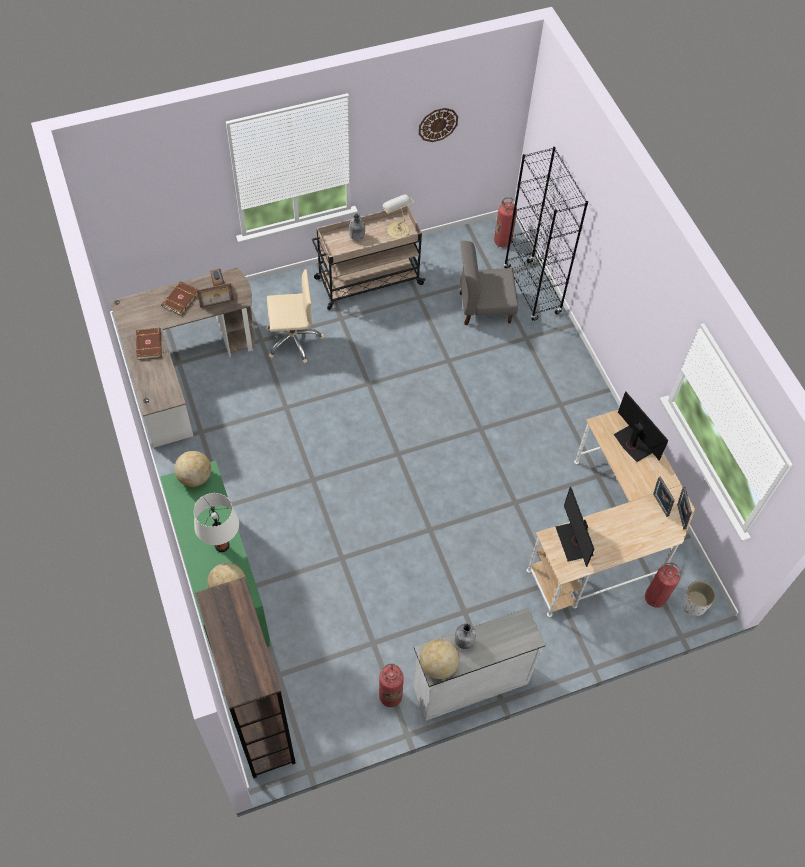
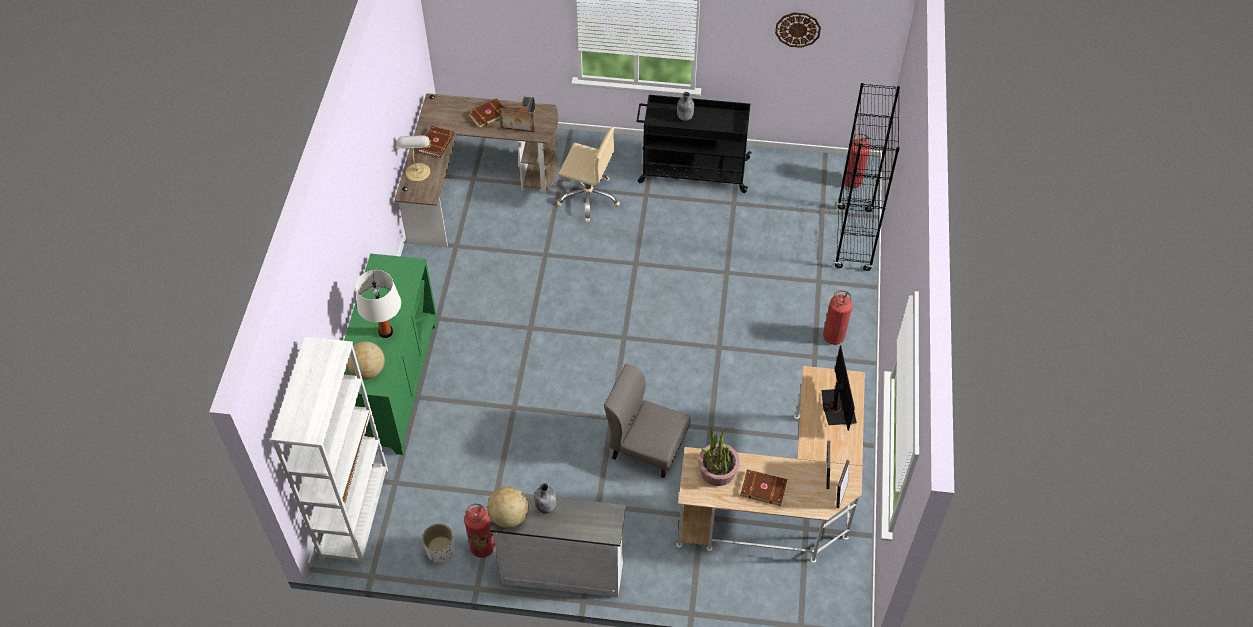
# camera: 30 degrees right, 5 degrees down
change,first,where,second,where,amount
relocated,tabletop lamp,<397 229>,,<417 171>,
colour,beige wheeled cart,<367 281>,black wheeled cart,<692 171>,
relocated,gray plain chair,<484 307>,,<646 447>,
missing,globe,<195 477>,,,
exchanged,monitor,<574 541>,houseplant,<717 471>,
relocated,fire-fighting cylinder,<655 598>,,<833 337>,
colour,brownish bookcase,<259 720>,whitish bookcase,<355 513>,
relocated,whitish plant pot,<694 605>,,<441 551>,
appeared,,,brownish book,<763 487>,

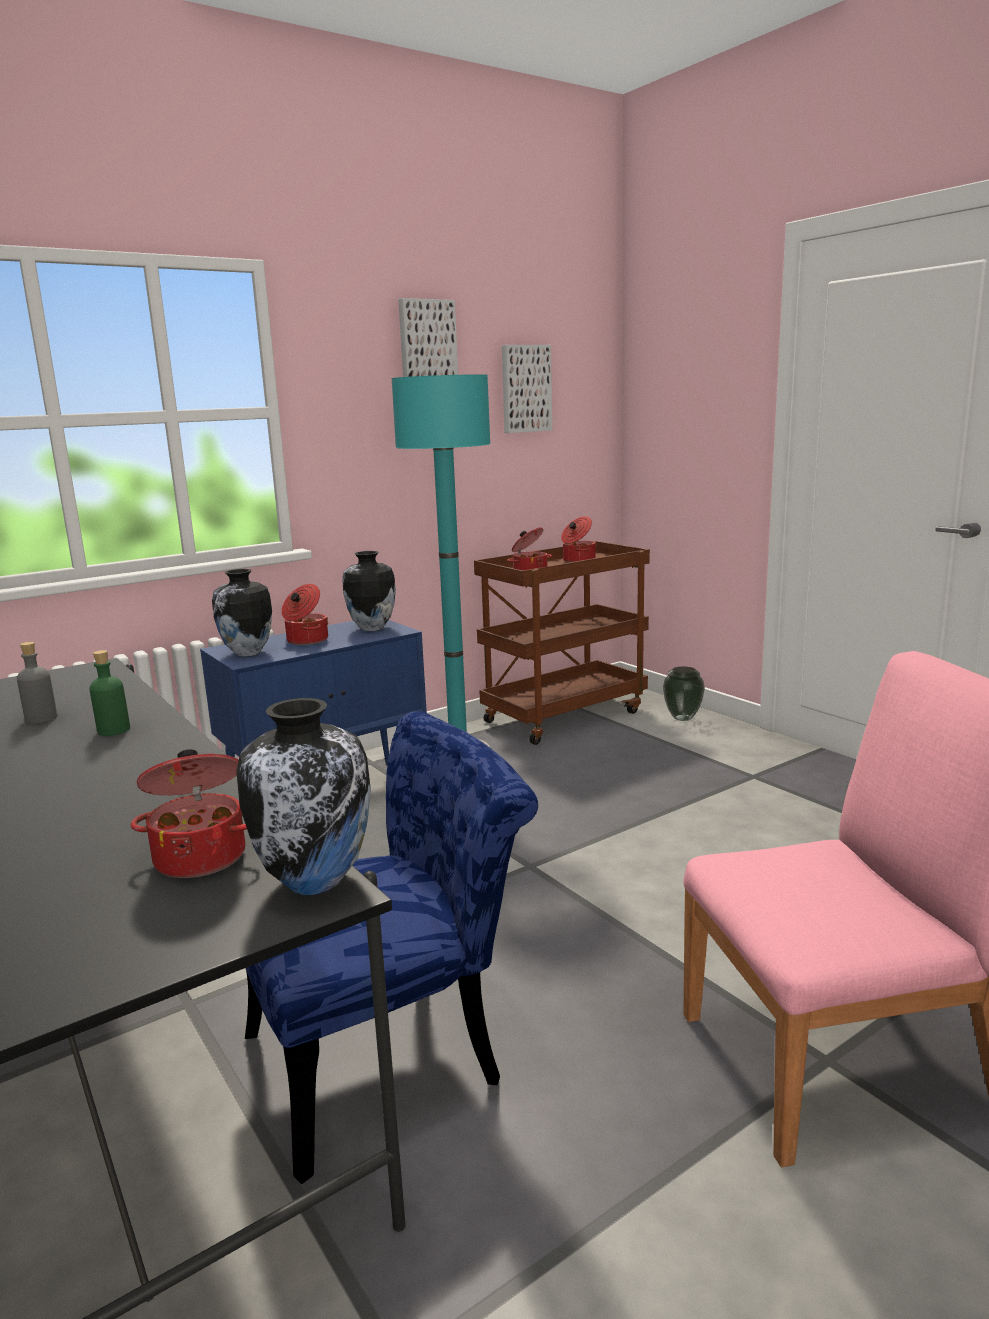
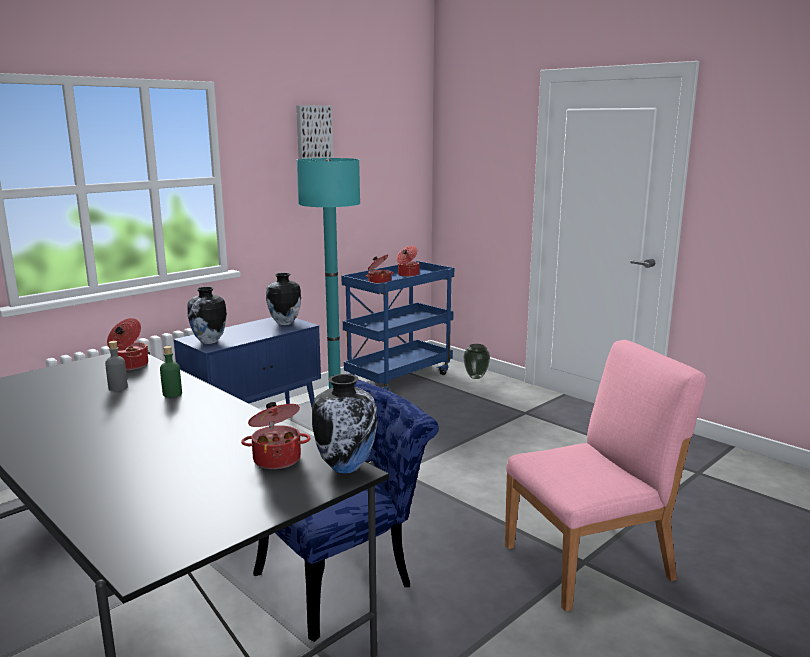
# camera: 10 degrees left, 0 degrees up
change,first,where,second,where,amount
missing,wall art,<525 389>,,,
colour,brownish wheeled cart,<564 716>,blue-coloured wheeled cart,<399 377>,
relocated,saucepot,<306 640>,,<129 365>,

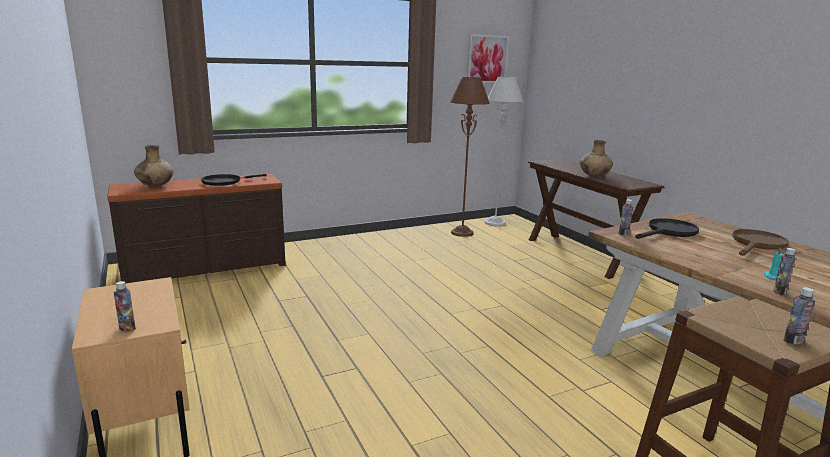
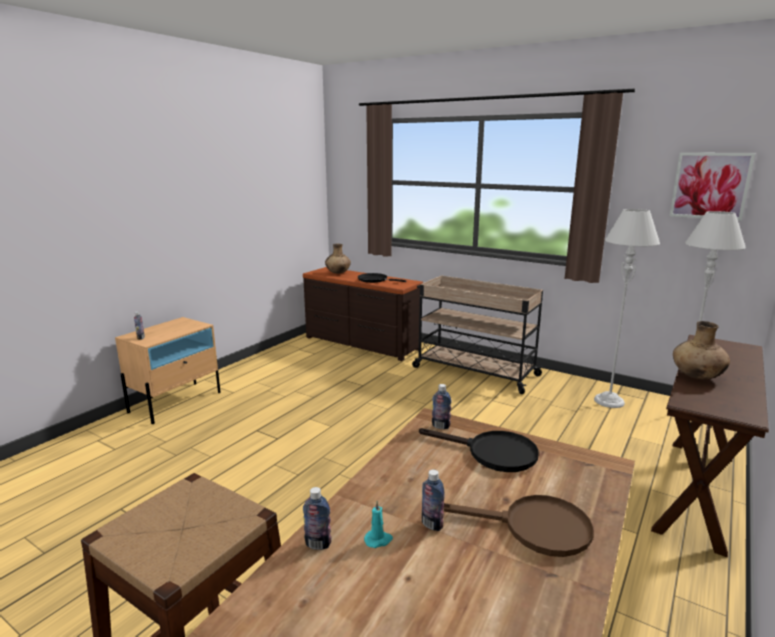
# camera: 60 degrees right, 0 degrees up
change,first,where,second,where,amount
colour,brownish standing lamp,<462 232>,gray standing lamp,<609 401>,
relocated,bottle,<793 340>,,<432 524>,
appeared,,,beige wheeled cart,<473 371>,

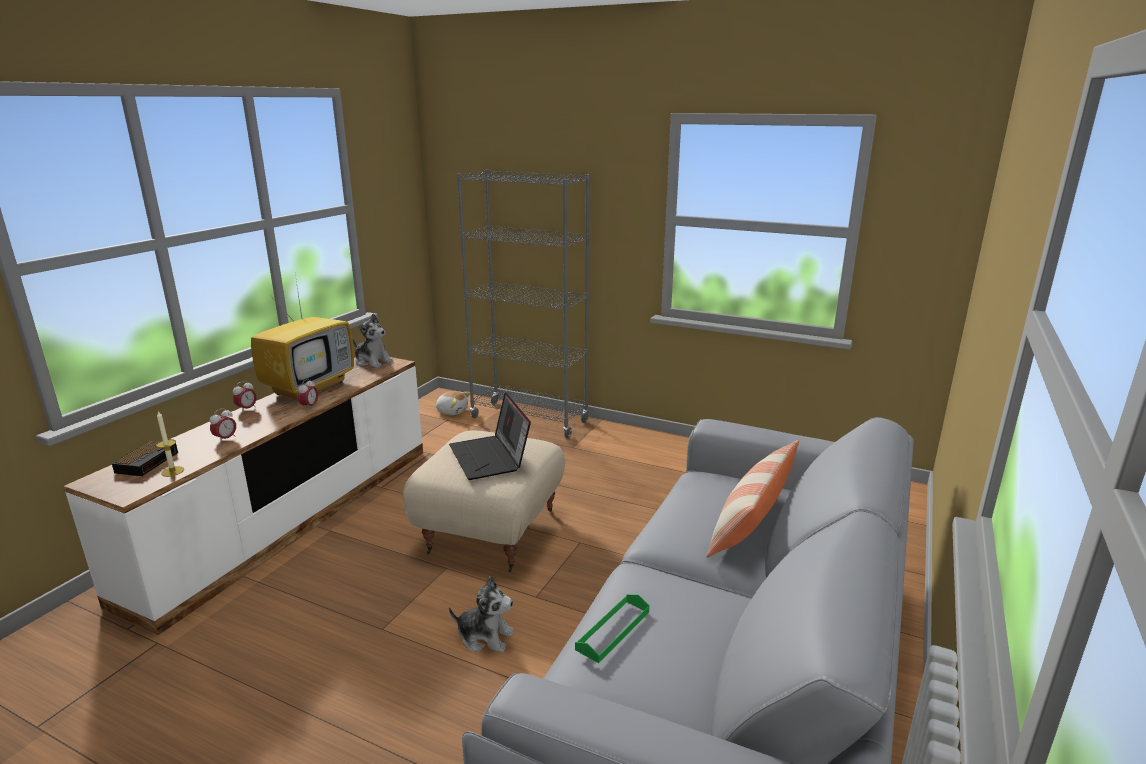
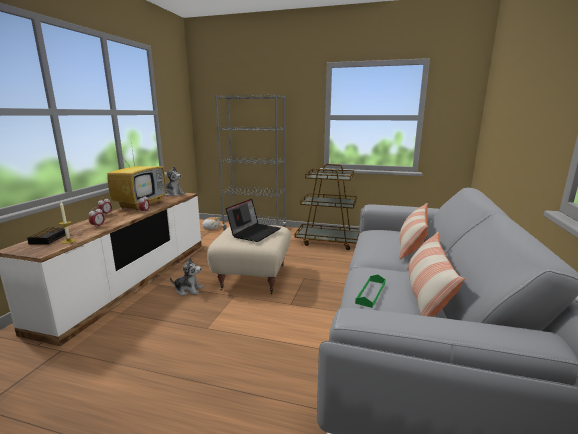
# camera: 10 degrees left, 5 degrees down
change,first,where,second,where,amount
spun,notebook computer,<490 458>,,<254 232>,120 degrees counterclockwise
relocated,soft toy,<485 637>,,<188 290>,
appeared,,,brownish wheeled cart,<328 241>,
appeared,,,throw pillow,<426 294>,

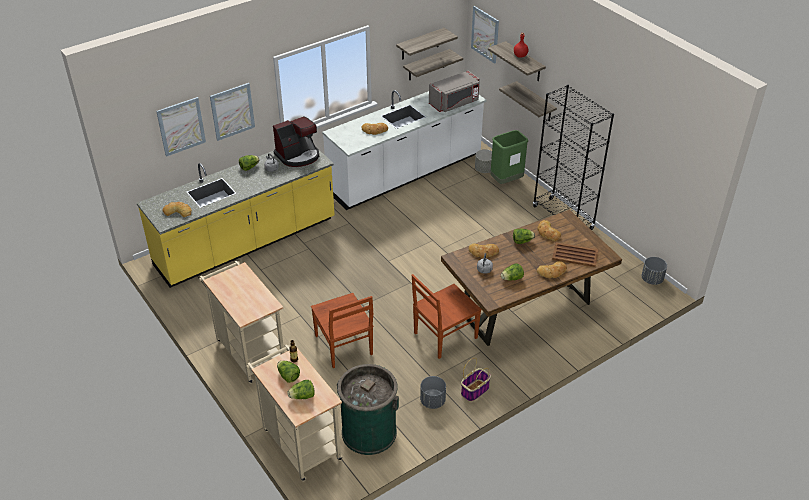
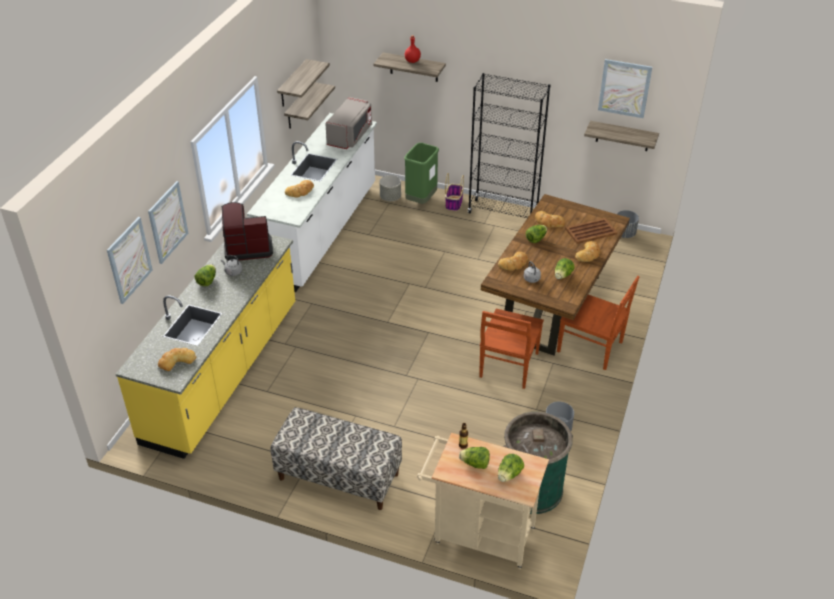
# camera: 35 degrees left, 0 degrees up
change,first,where,second,where,amount
relocated,wall art,<485 34>,,<624 88>,
relocated,bracket shelf,<535 102>,,<622 136>,
spun,coffee maker,<298 155>,,<248 247>,120 degrees counterclockwise
exchanged,beige wheeled cart,<249 350>,long seat,<338 477>,
relocated,brownish plain chair,<344 346>,,<591 347>,
relocated,basket,<475 390>,,<454 203>,

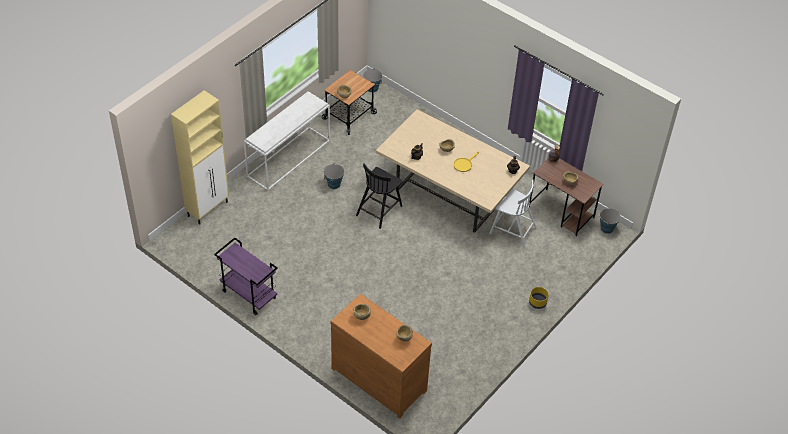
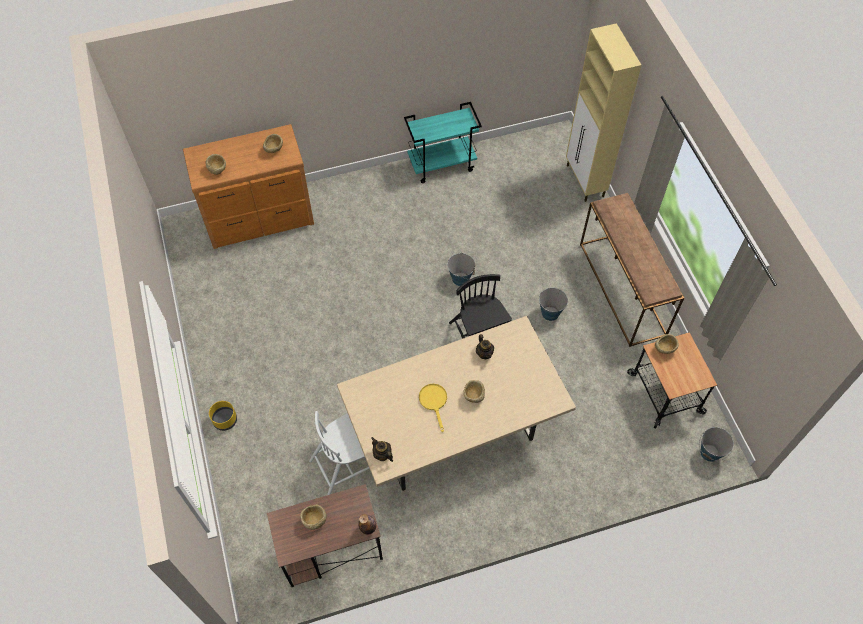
# camera: 125 degrees right, 10 degrees up
change,first,where,second,where,amount
colour,whitish hall table,<289 158>,brownish hall table,<623 289>,
relocated,water bucket,<606 228>,,<460 278>,
colour,purple-coloured wheeled cart,<248 295>,turquoise wheeled cart,<442 164>,

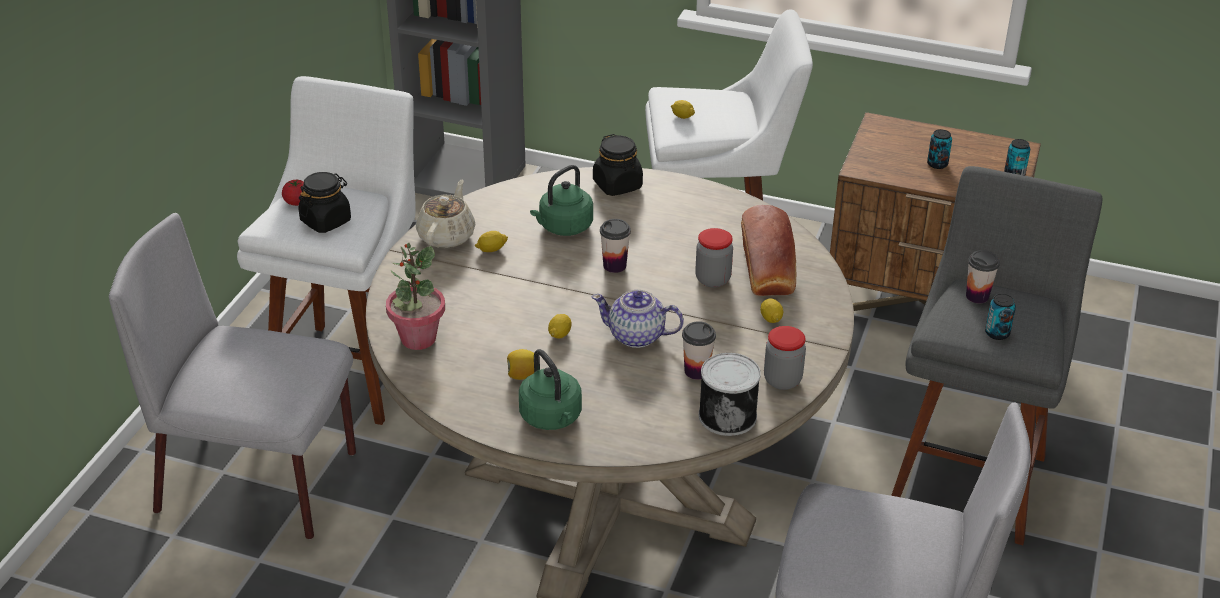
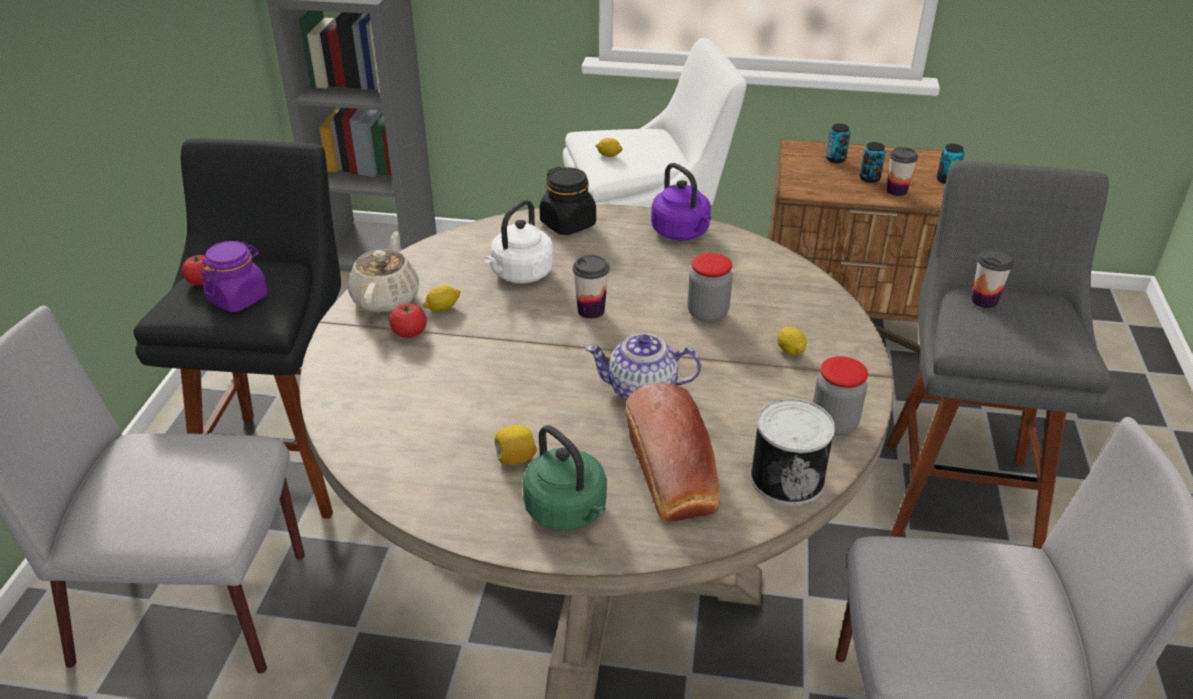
# camera: 10 degrees left, 0 degrees up
change,first,where,second,where,amount
colour,whitish sitting stool,<353 367>,black sitting stool,<290 457>,
colour,green tea kettle,<563 227>,whitish tea kettle,<520 274>,
colour,black storage jar,<326 221>,purple-coloured storage jar,<238 298>,
relocated,baked bread,<768 271>,,<673 478>,
missing,houseplant,<418 338>,,,
relocated,sealed can,<997 333>,,<835 159>,
missing,lemon,<560 334>,,,
relocated,cup,<697 371>,,<896 191>,
appeared,,,purple-coloured tea kettle,<682 233>,
appeared,,,tomato,<409 333>,

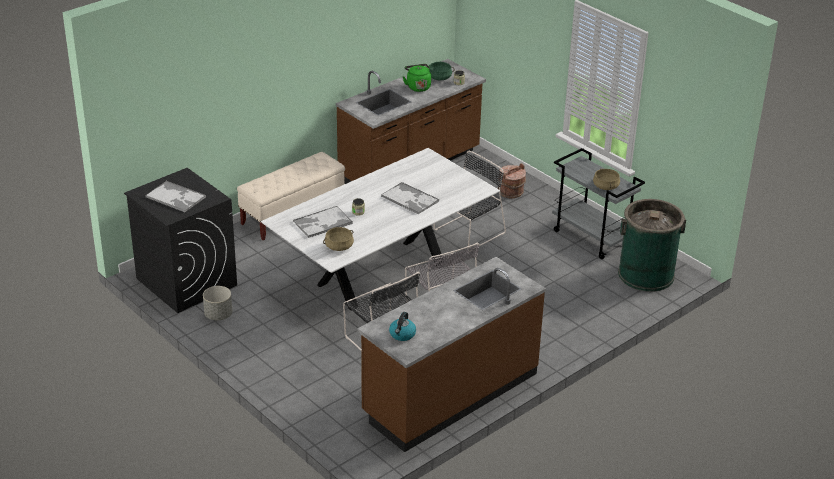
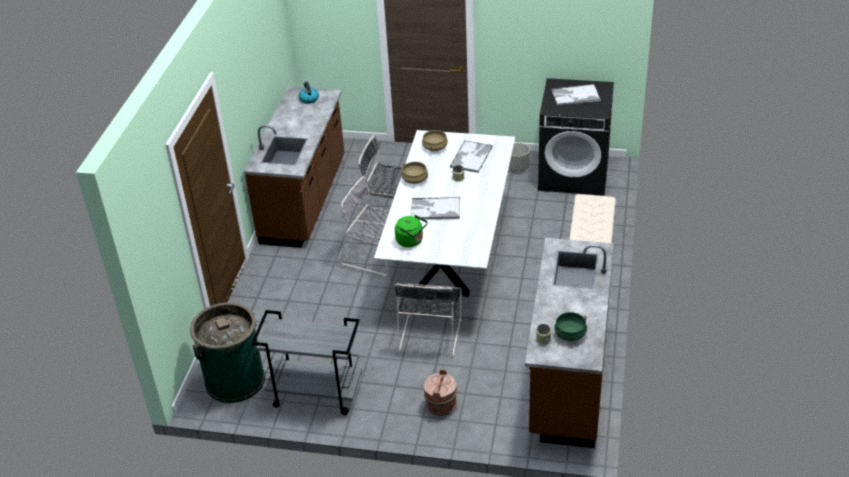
# camera: 145 degrees right, 5 degrees up
change,first,where,second,where,amount
relocated,green tea kettle,<417 87>,,<411 241>,
relocated,beige saucepot,<605 186>,,<415 179>,

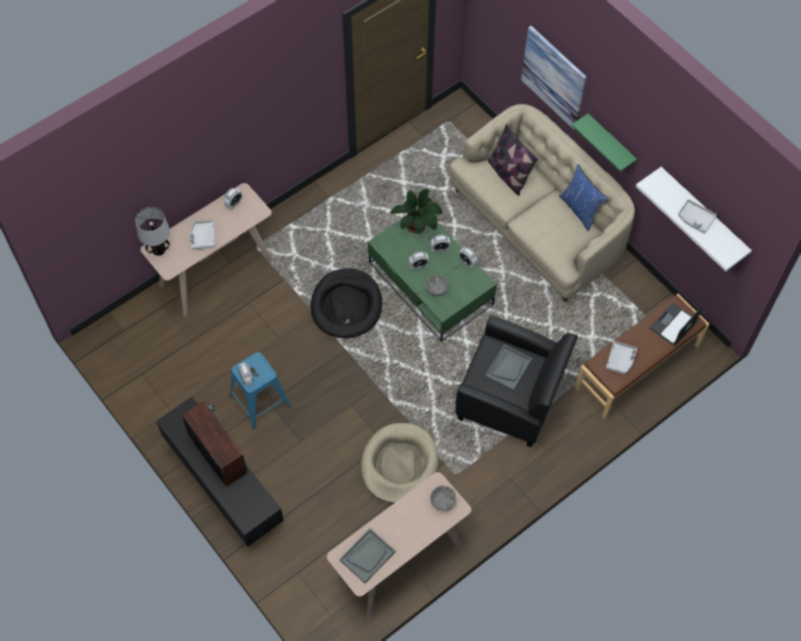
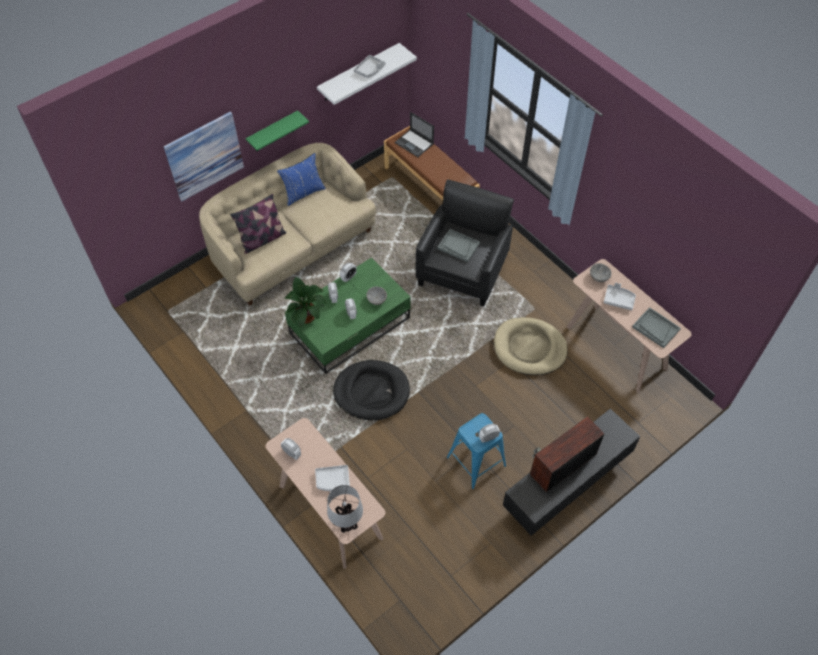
# camera: 90 degrees left, 5 degrees down
change,first,where,second,where,amount
relocated,gray tray,<620 360>,,<618 300>,

